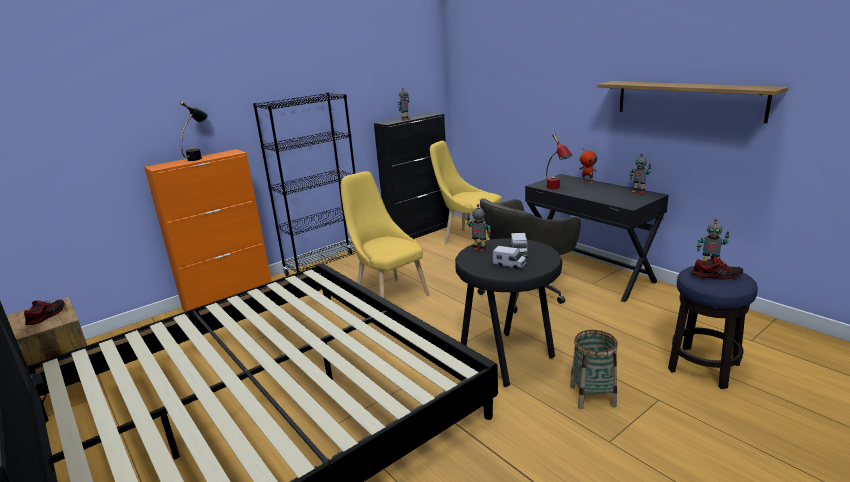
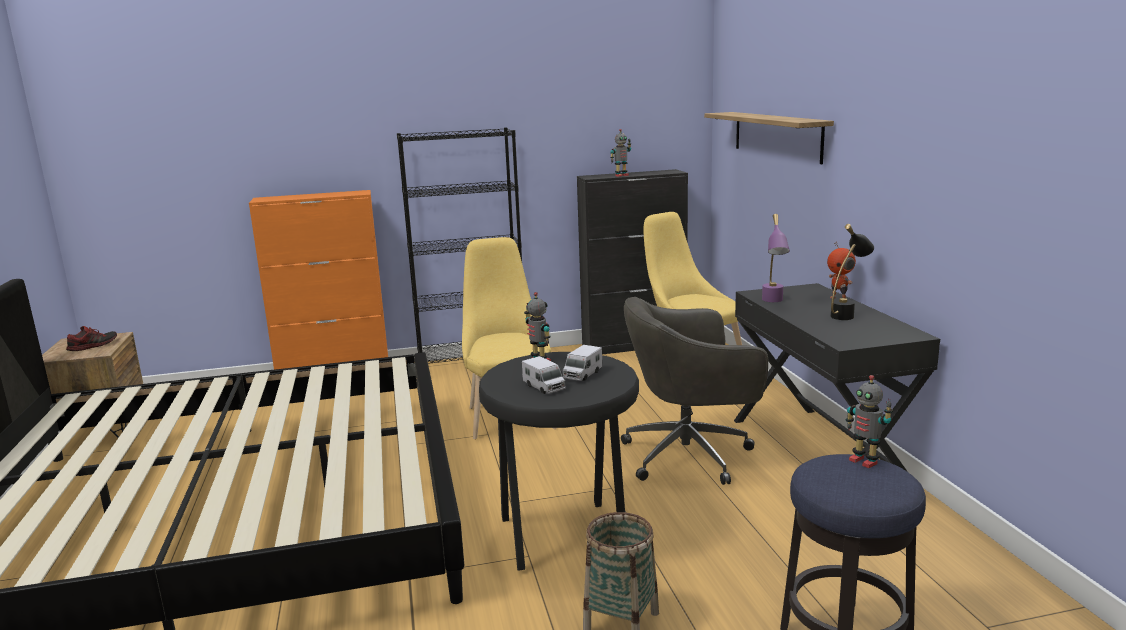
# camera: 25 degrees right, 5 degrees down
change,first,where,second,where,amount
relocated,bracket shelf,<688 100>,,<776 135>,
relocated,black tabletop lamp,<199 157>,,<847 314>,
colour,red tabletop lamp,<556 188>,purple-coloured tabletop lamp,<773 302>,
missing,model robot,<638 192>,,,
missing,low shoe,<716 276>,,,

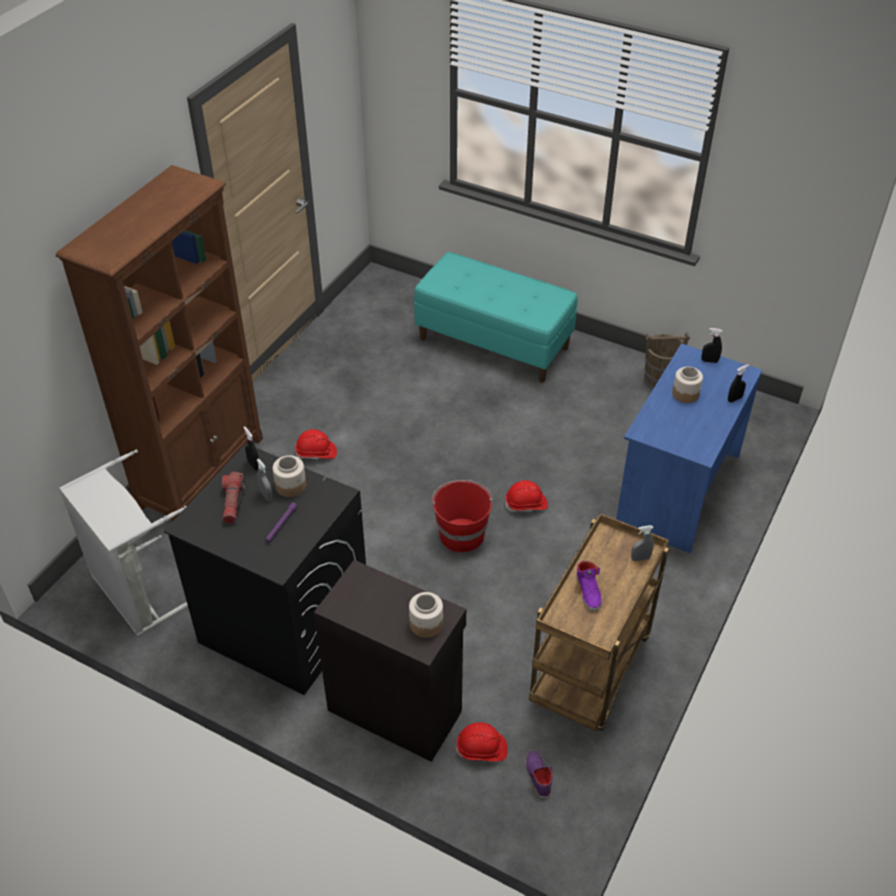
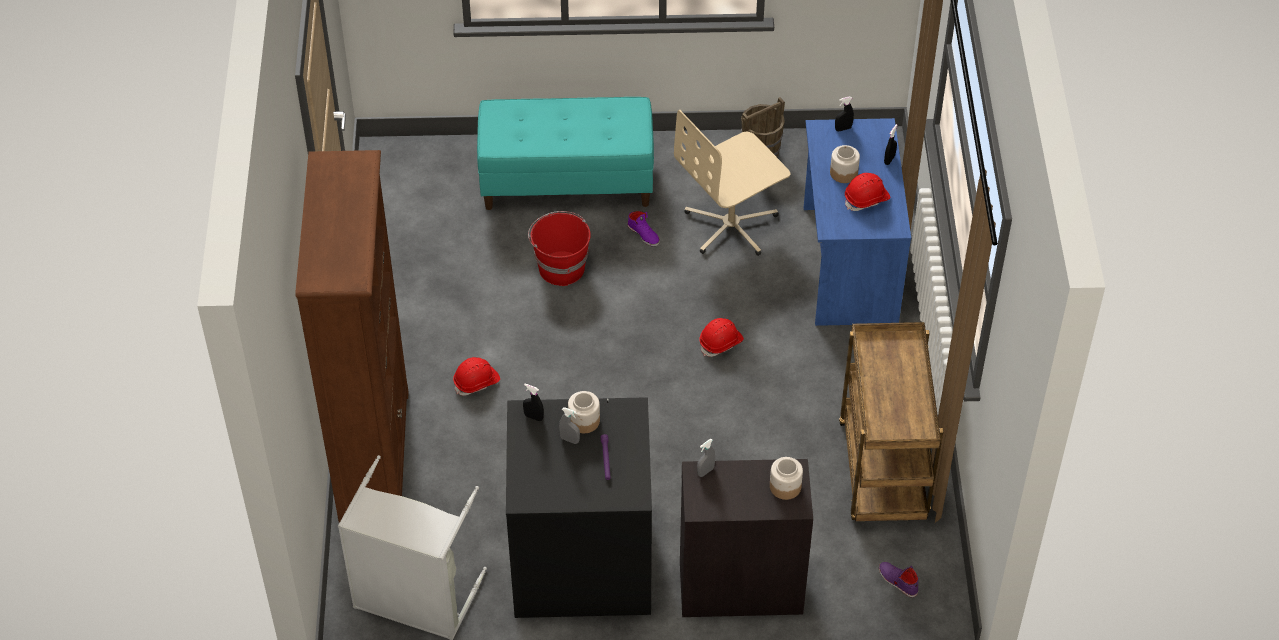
# camera: 30 degrees left, 5 degrees up
change,first,where,second,where,amount
missing,torch,<233 502>,,,
relocated,red water bucket,<461 534>,,<561 267>,
relocated,gray spray bottle,<640 558>,,<705 471>,
relocated,purple-coloured low shoe,<588 591>,,<644 234>,
relocated,red work helmet,<482 749>,,<866 199>,
appeared,,,beige office chair,<731 225>,

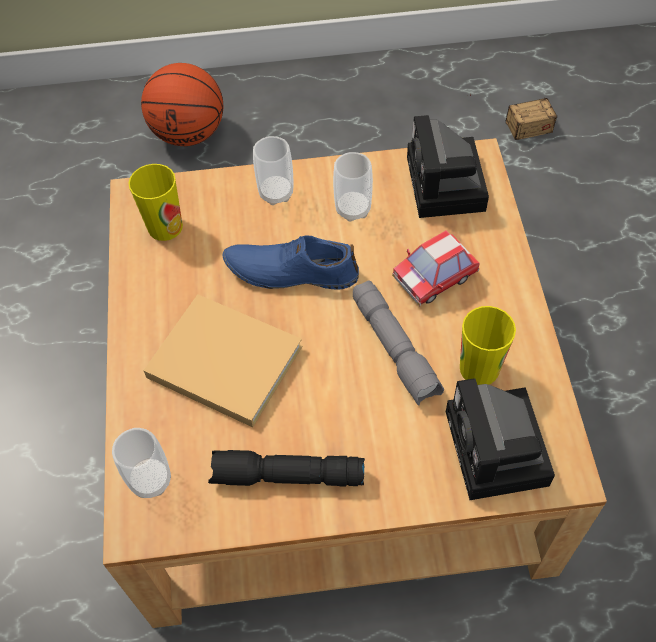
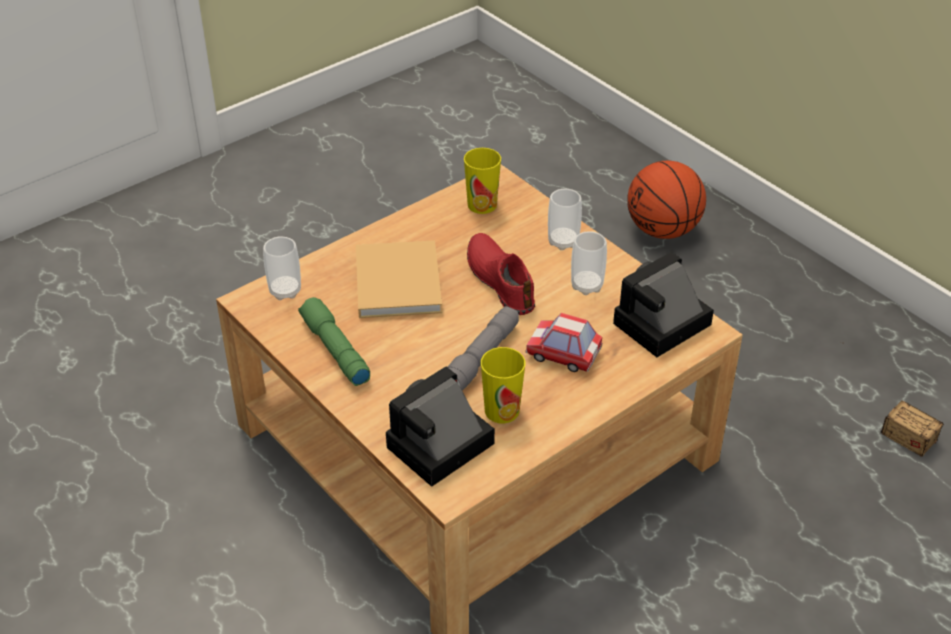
# camera: 55 degrees right, 15 degrees down
change,first,where,second,where,amount
colour,blue-coloured low shoe,<291 271>,red low shoe,<500 279>,
colour,black torch,<286 477>,green torch,<334 350>,

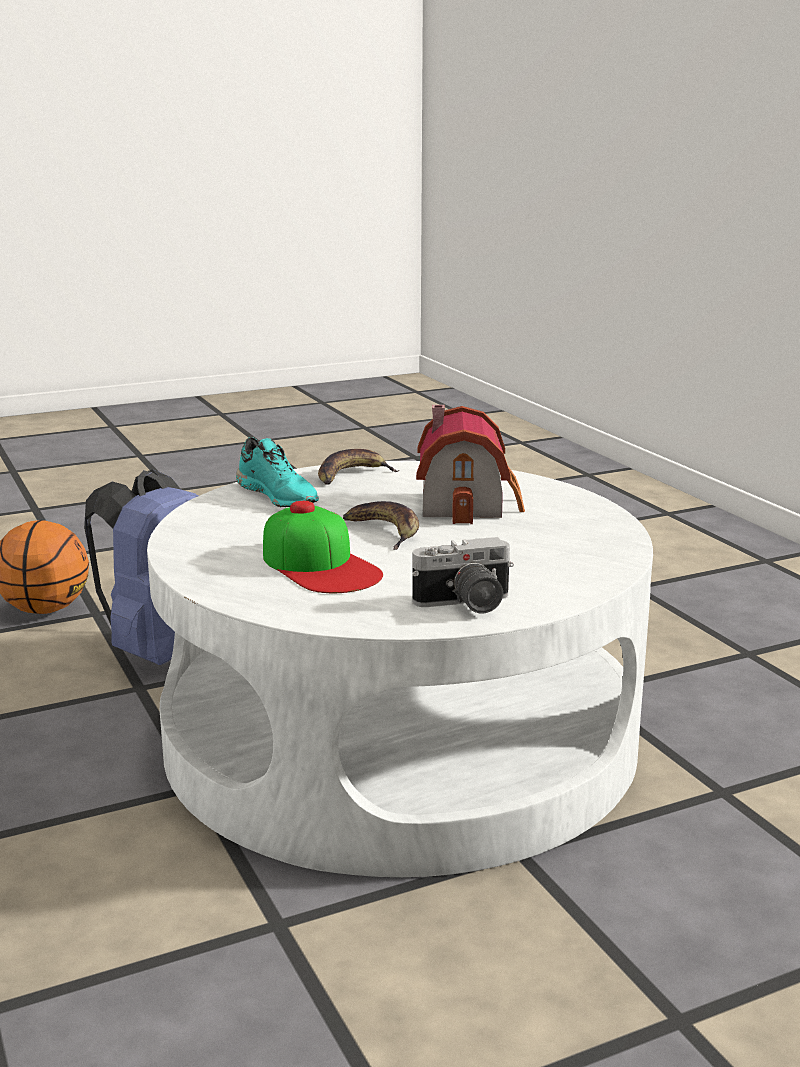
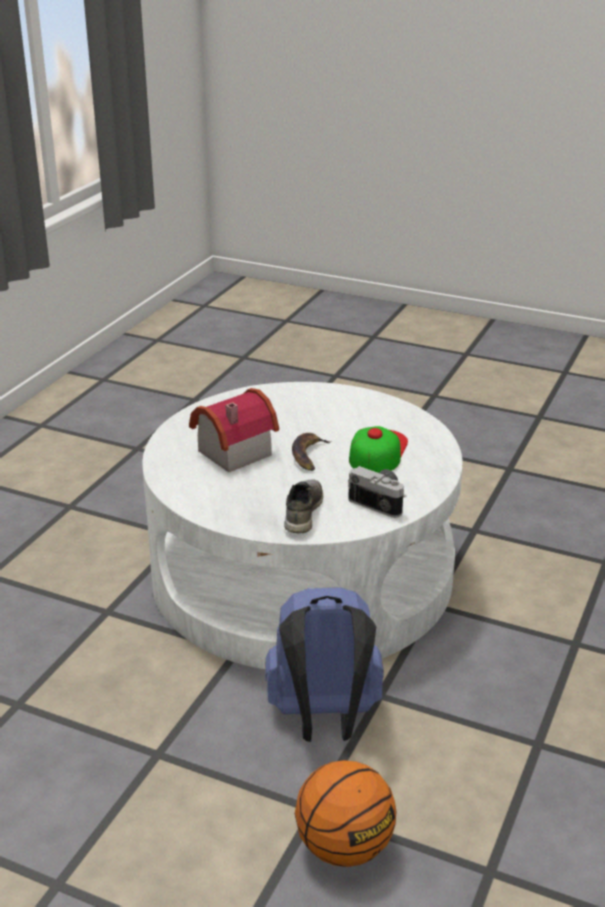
# camera: 130 degrees left, 10 degrees up
change,first,where,second,where,amount
colour,turquoise low shoe,<279 496>,gray low shoe,<302 512>,
missing,banana fruit,<352 475>,,,
relocated,photo camera,<465 605>,,<381 501>,

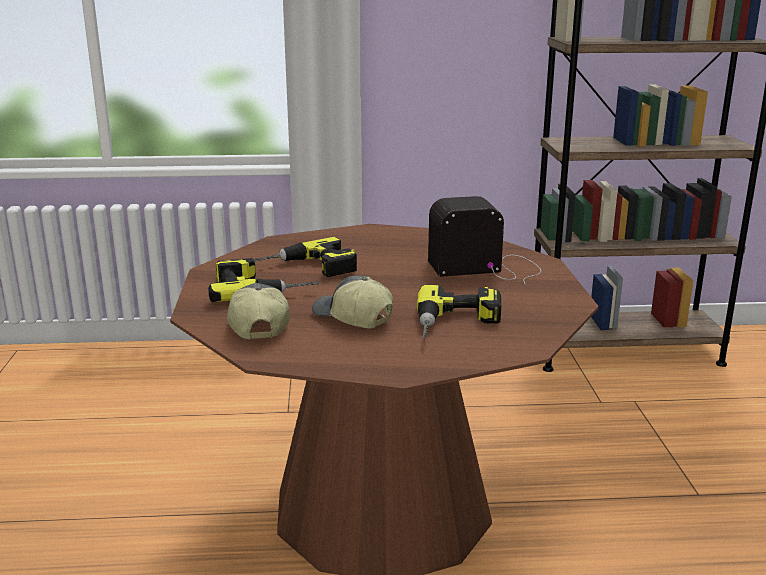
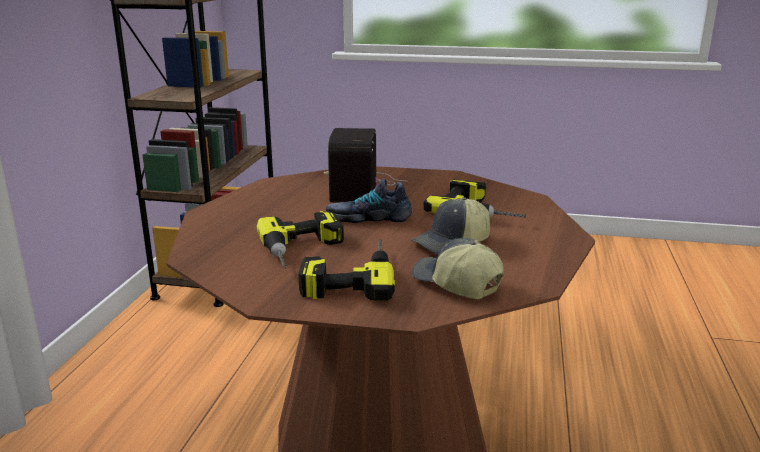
# camera: 75 degrees left, 0 degrees up
change,first,where,second,where,amount
spun,cap,<257 325>,,<455 284>,45 degrees clockwise
appeared,,,low shoe,<369 217>,

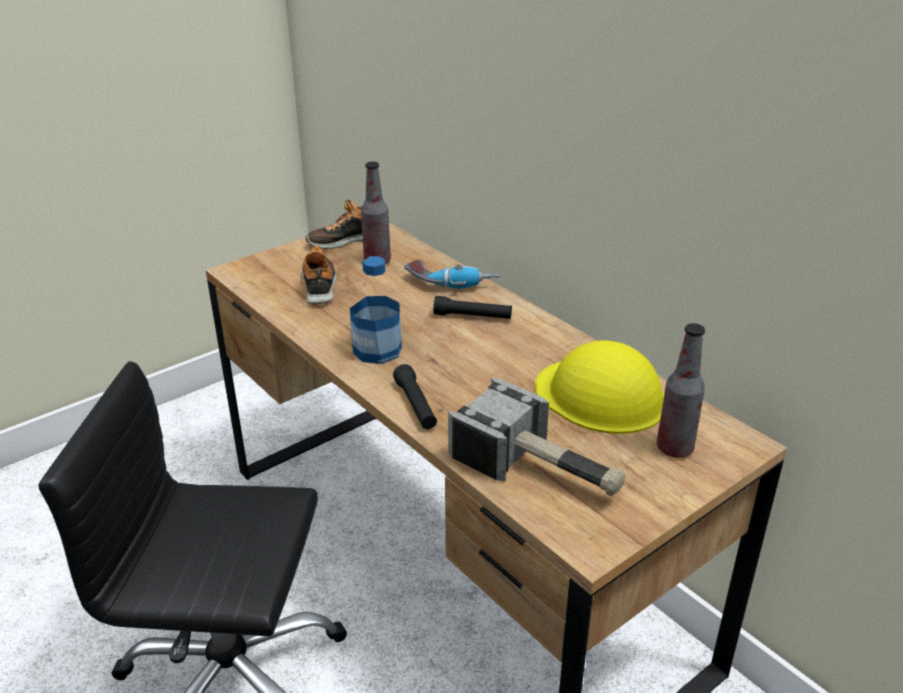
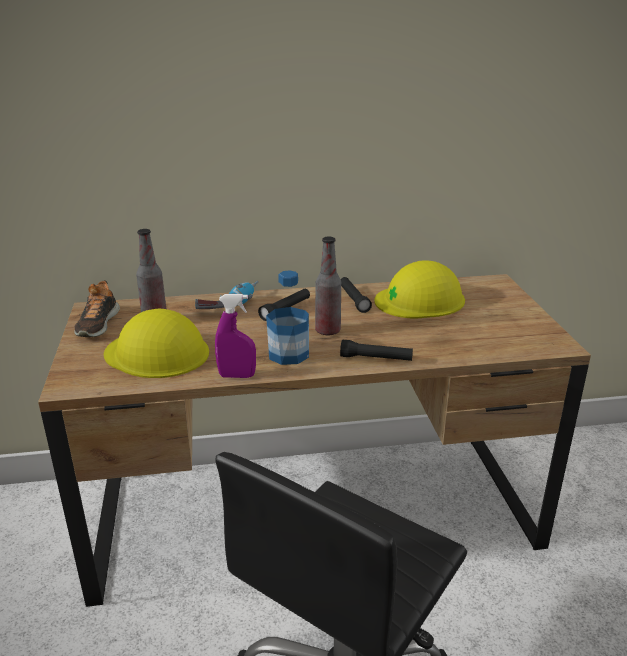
# camera: 60 degrees left, 5 degrees down
change,first,where,second,where,amount
exchanged,low shoe,<319 285>,yellowish work helmet,<157 353>,
relocated,bottle,<674 448>,,<327 331>,
missing,hammer,<540 470>,,,
appeared,,,black torch,<353 300>,
appeared,,,purple-coloured spray bottle,<237 376>,

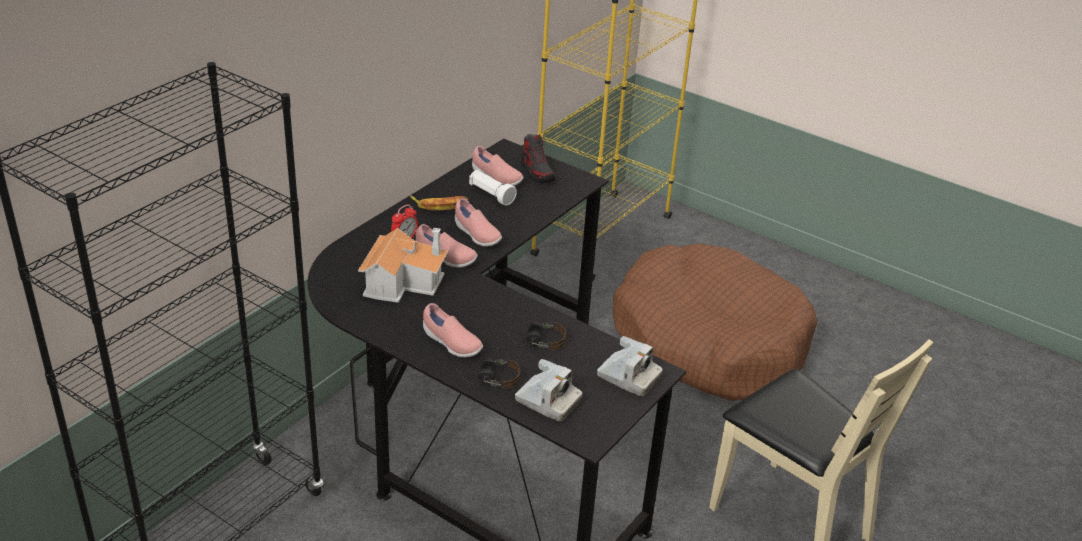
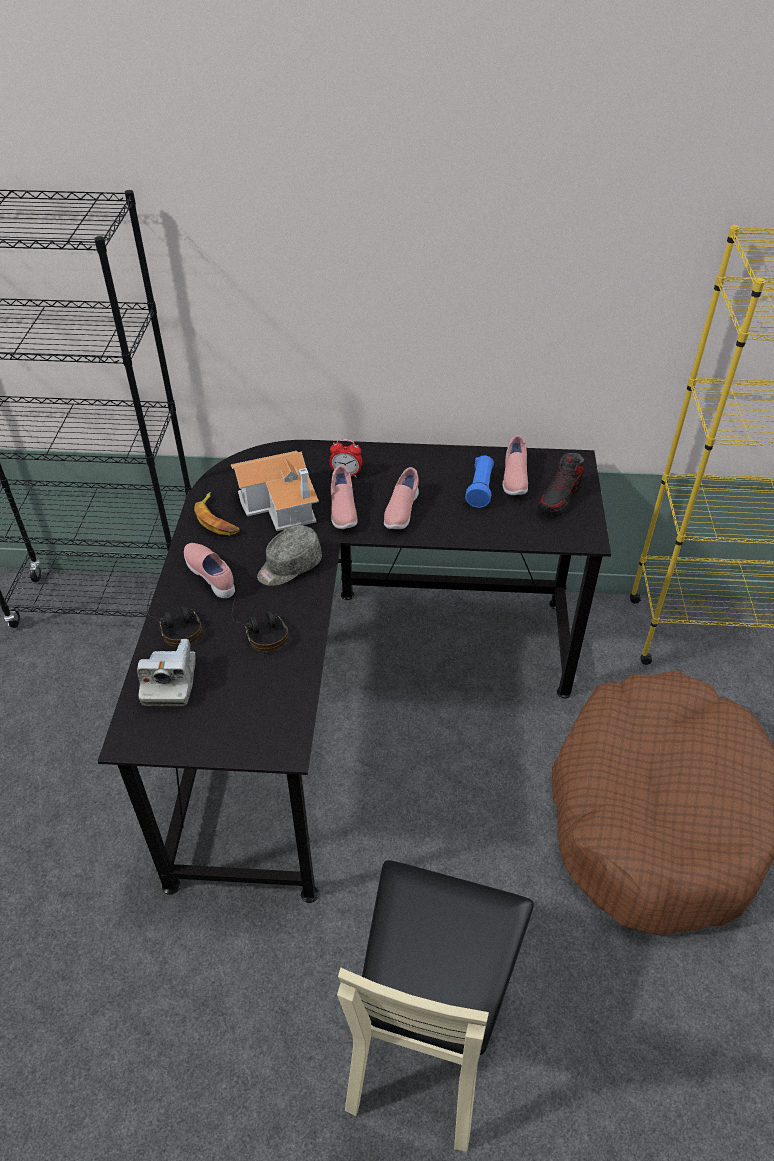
# camera: 60 degrees right, 10 degrees up
change,first,where,second,where,amount
colour,whitish torch,<491 195>,blue-coloured torch,<480 489>,
relocated,banana fruit,<440 205>,,<217 519>,
spun,pinkish low shoe,<451 343>,,<212 576>,135 degrees clockwise
missing,photo camera,<628 377>,,,
appeared,,,gray cap,<289 566>,

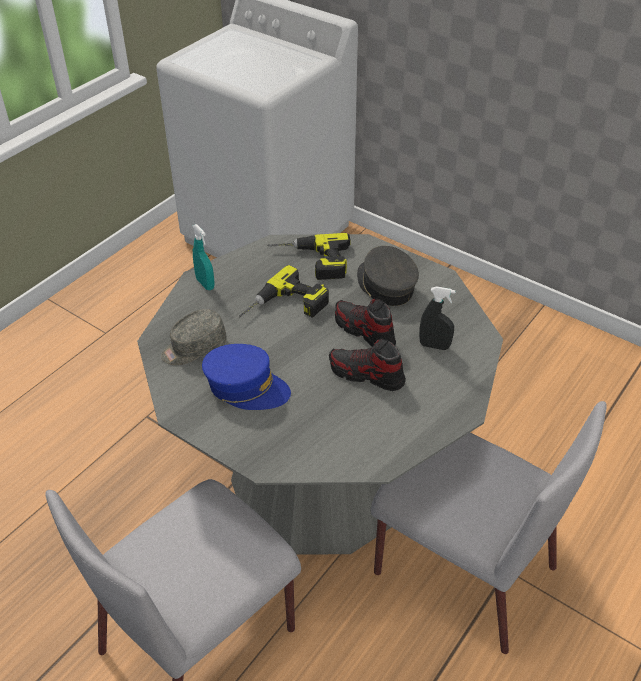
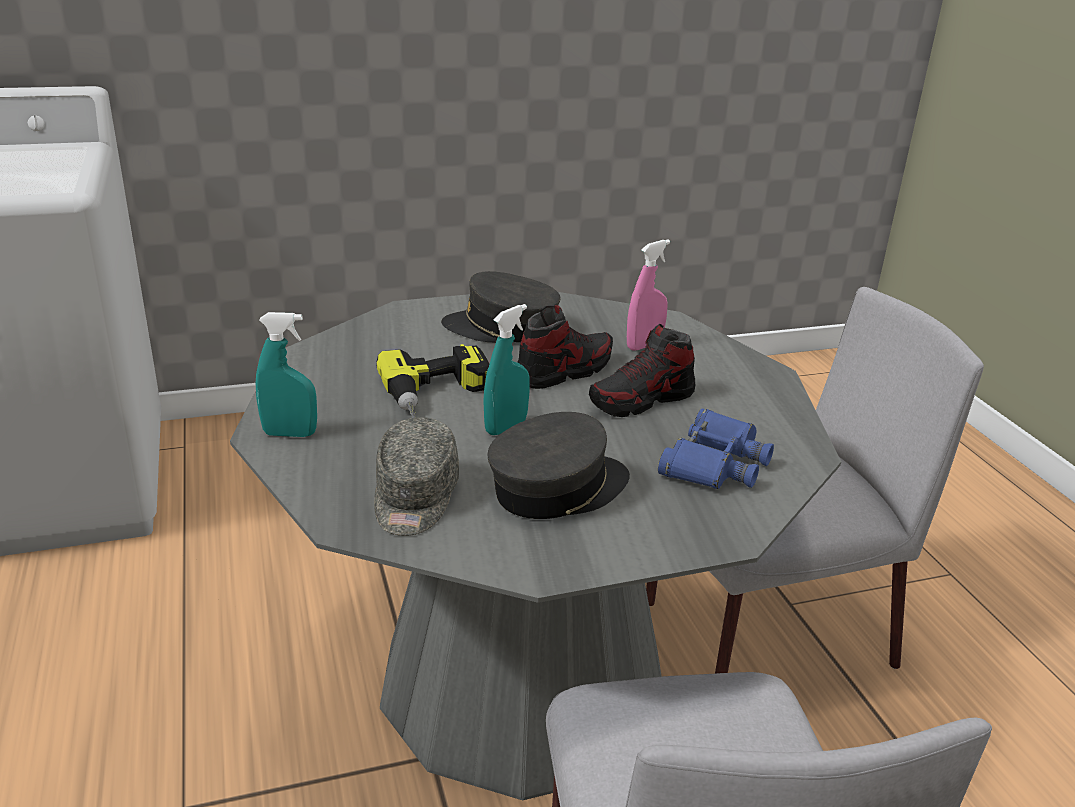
# camera: 55 degrees left, 15 degrees down
change,first,where,second,where,amount
missing,drill,<310 262>,,,
colour,black spray bottle,<434 346>,pinkish spray bottle,<644 345>,
spun,low shoe,<364 331>,,<564 371>,150 degrees clockwise
colour,blue-coloured cap,<246 387>,gray cap,<557 488>,
appeared,,,turquoise spray bottle,<505 427>,
appeared,,,blue-coloured pair of binoculars,<714 462>,

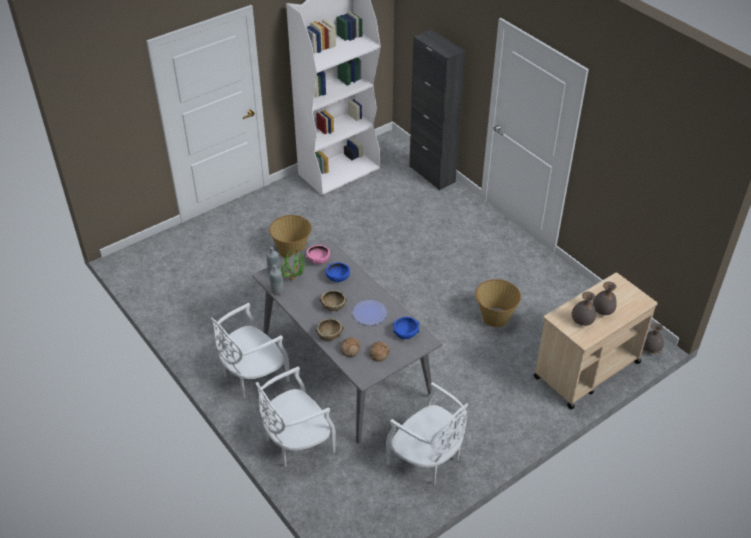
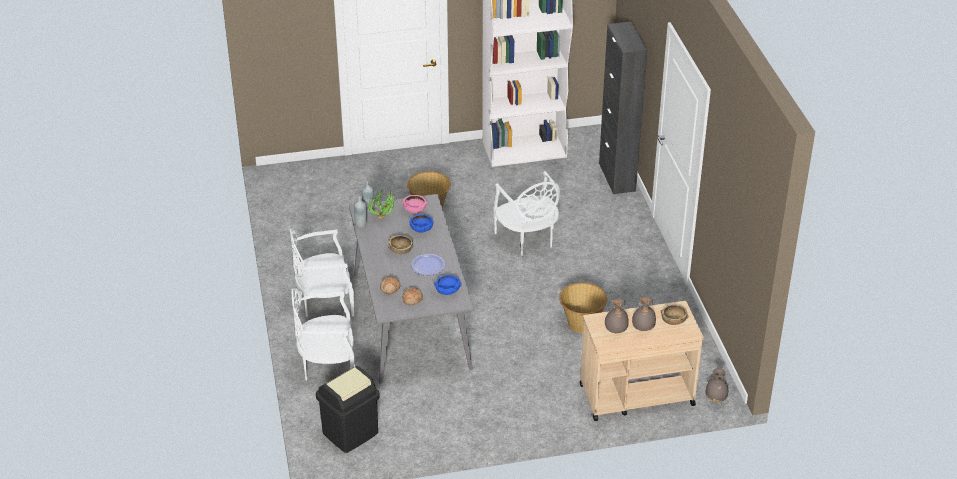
# camera: 25 degrees right, 5 degrees down
change,first,where,second,where,amount
relocated,brownish deep dish,<329 335>,,<673 321>,
relocated,whitish plain chair,<427 459>,,<527 239>,
appeared,,,black rubbish bin,<350 433>,

